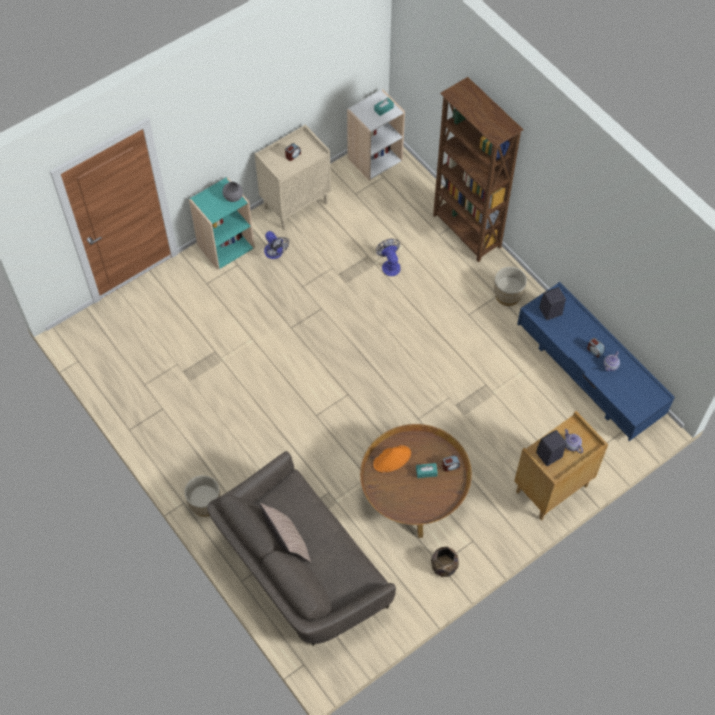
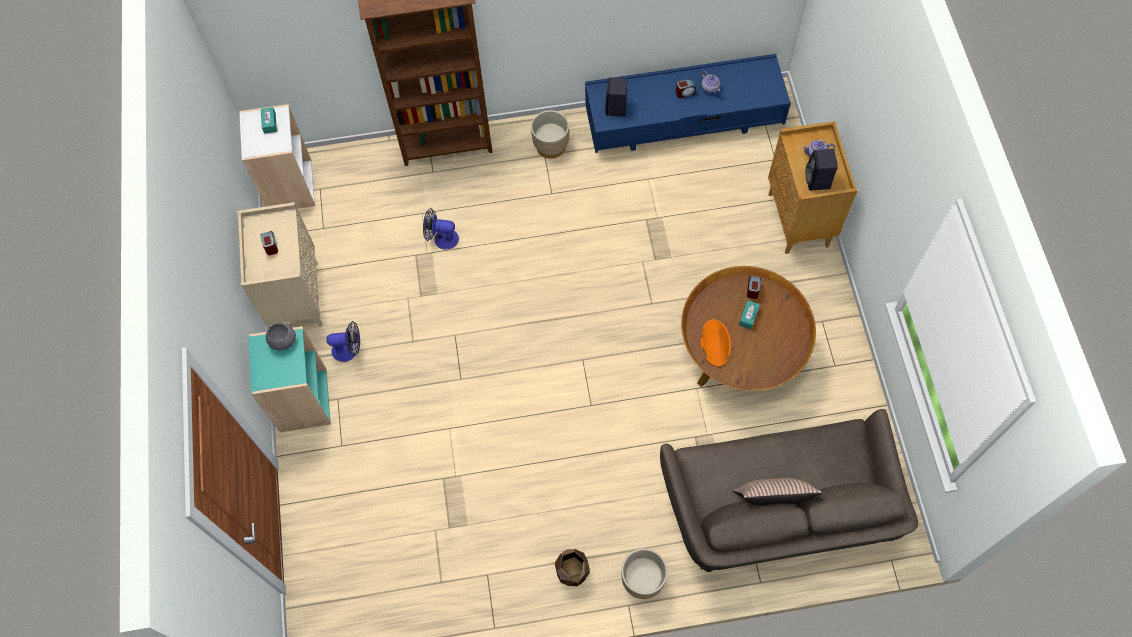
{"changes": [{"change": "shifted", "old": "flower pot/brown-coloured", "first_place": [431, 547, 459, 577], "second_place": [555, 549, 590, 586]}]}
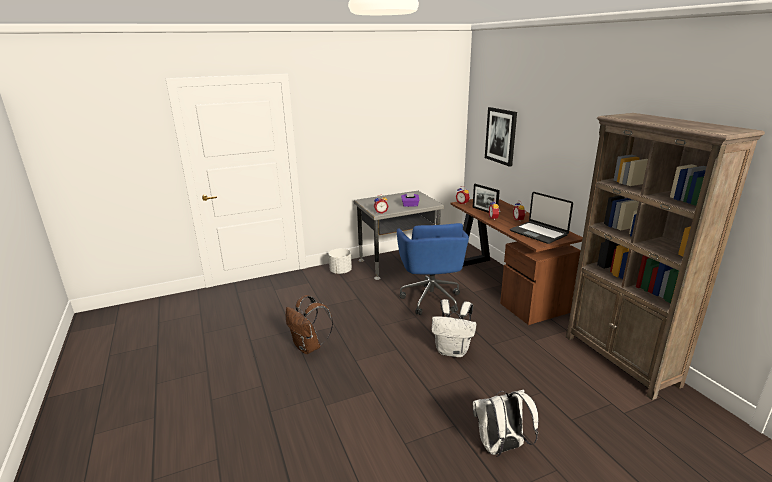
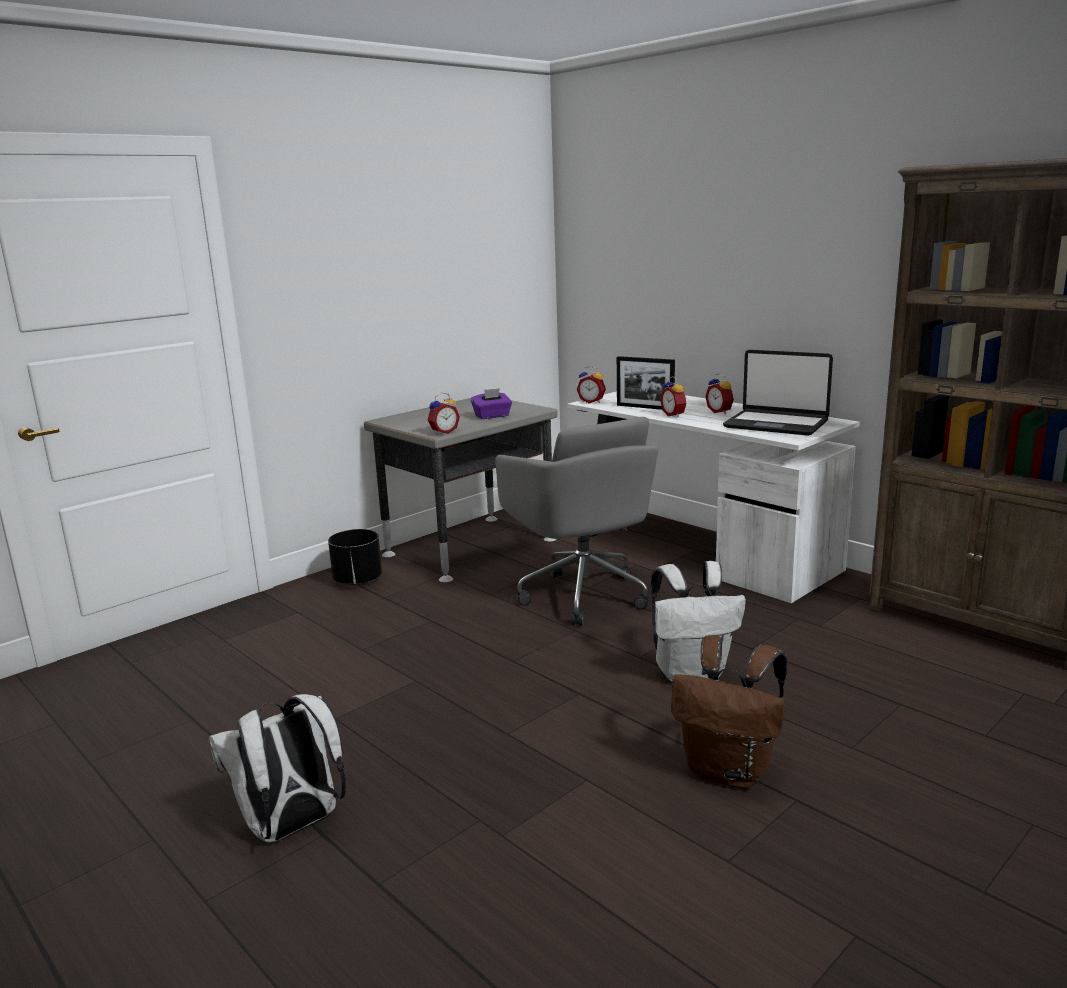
{"changes": [{"change": "gone", "old": "wall art", "first_place": [485, 107, 517, 167]}, {"change": "repainted", "old": "desk table/brown-coloured", "new": "desk table/whitish", "first_place": [451, 199, 583, 325], "second_place": [567, 391, 860, 603]}, {"change": "repainted", "old": "office chair/bluish", "new": "office chair/grey", "first_place": [397, 223, 469, 315], "second_place": [495, 417, 659, 626]}, {"change": "repainted", "old": "flower pot/whitish", "new": "flower pot/blackish", "first_place": [329, 248, 352, 274], "second_place": [328, 529, 382, 585]}, {"change": "shifted", "old": "backpack/brown-coloured", "first_place": [286, 295, 333, 354], "second_place": [671, 635, 787, 789]}, {"change": "shifted", "old": "backpack/whitish", "first_place": [473, 389, 538, 456], "second_place": [209, 694, 346, 842]}]}
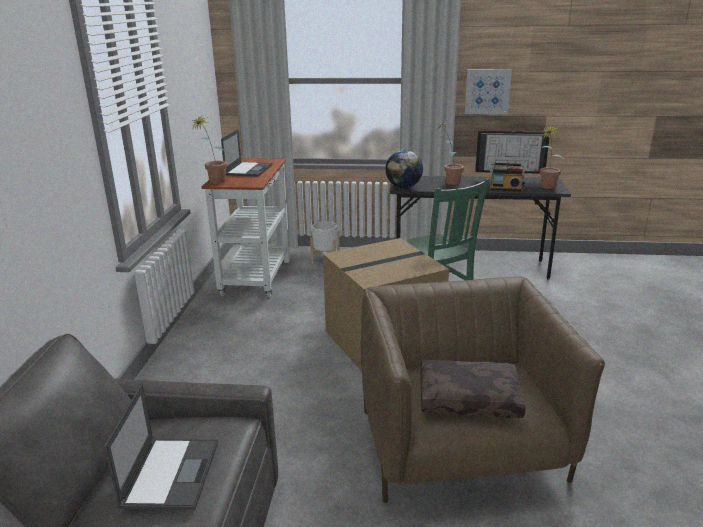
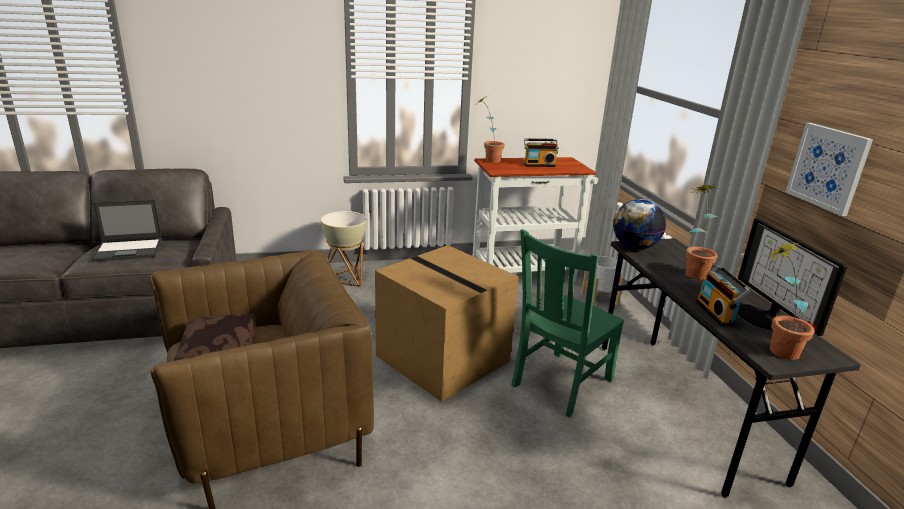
{"changes": [{"change": "swapped", "old": "laptop", "new": "radio set", "first_place": [221, 129, 272, 177], "second_place": [524, 138, 559, 167]}, {"change": "new", "new": "flower pot", "second_place": [320, 211, 367, 287]}]}
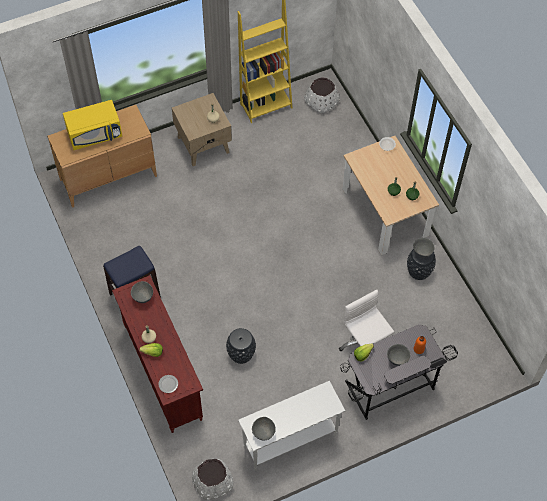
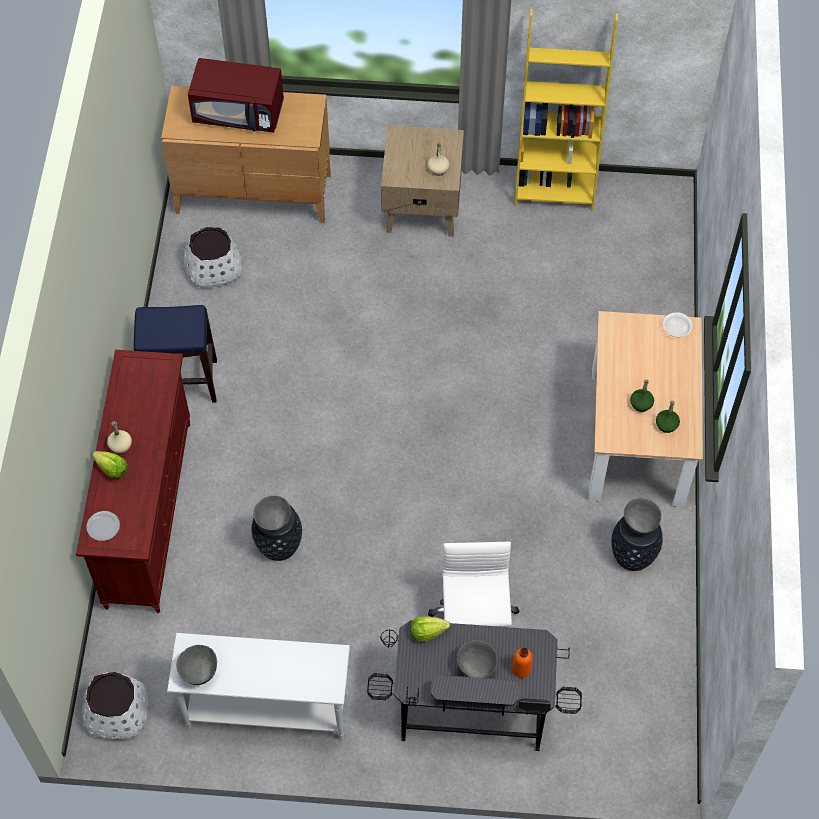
{"changes": [{"change": "shifted", "old": "flower pot/whitish", "first_place": [304, 77, 340, 113], "second_place": [184, 227, 242, 288]}, {"change": "repainted", "old": "microwave oven/yellow", "new": "microwave oven/red", "first_place": [63, 100, 122, 150], "second_place": [188, 58, 284, 133]}, {"change": "shifted", "old": "serving bowl/grey", "first_place": [131, 281, 153, 303], "second_place": [253, 496, 291, 532]}]}
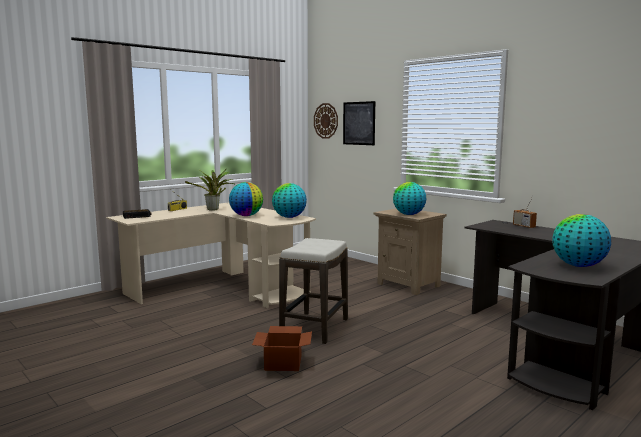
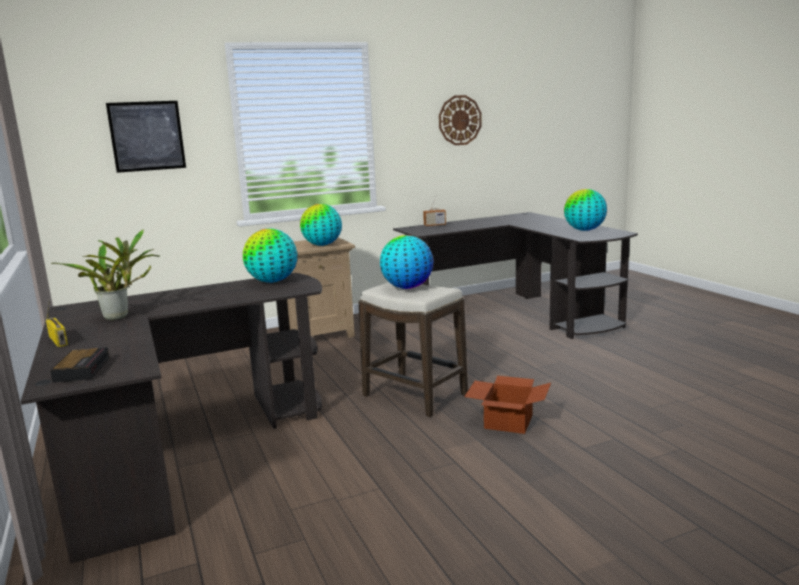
{"changes": [{"change": "shifted", "old": "hanging clock", "first_place": [314, 103, 338, 139], "second_place": [439, 95, 482, 145]}, {"change": "shifted", "old": "world globe", "first_place": [229, 182, 263, 216], "second_place": [380, 235, 433, 289]}, {"change": "repainted", "old": "desk table/beige", "new": "desk table/blackish", "first_place": [106, 203, 316, 308], "second_place": [21, 273, 322, 564]}]}
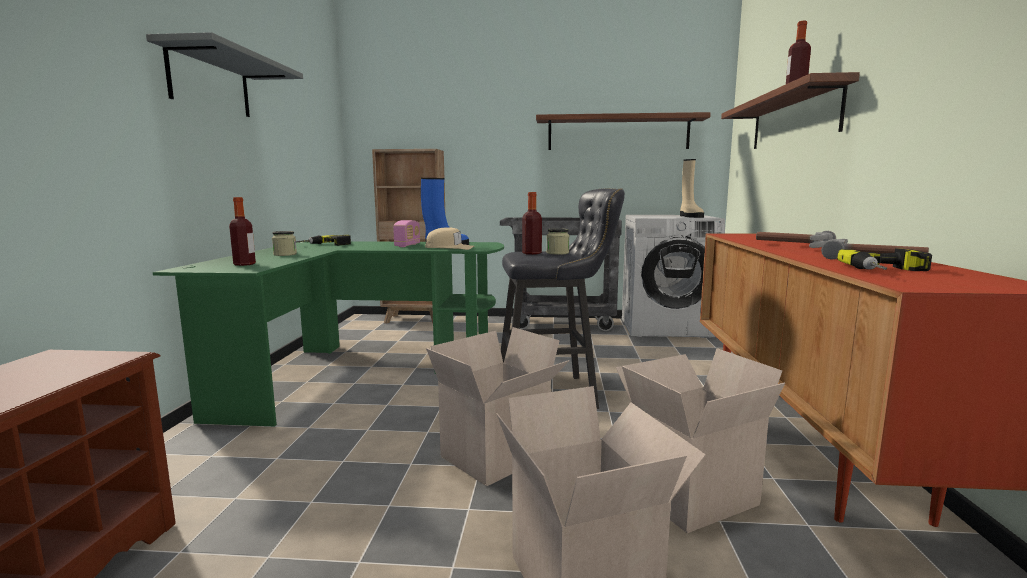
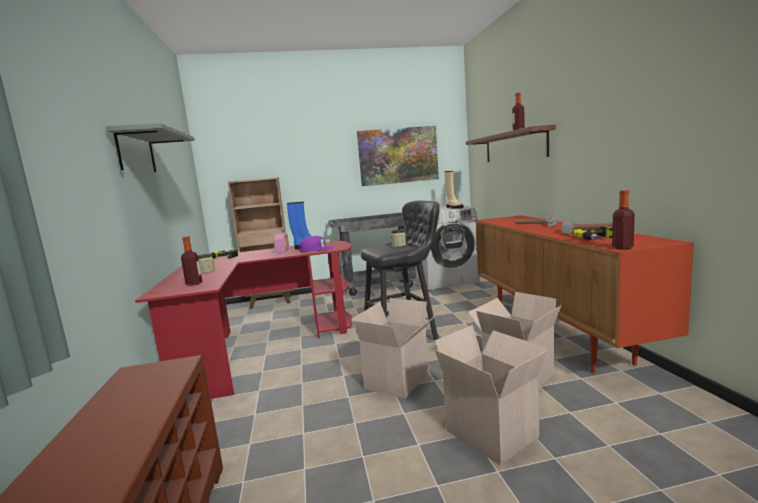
{"changes": [{"change": "swapped", "old": "wall shelf", "new": "wall art", "first_place": [536, 112, 711, 150], "second_place": [357, 126, 439, 186]}, {"change": "shifted", "old": "drink bottle", "first_place": [522, 192, 542, 255], "second_place": [612, 190, 635, 250]}, {"change": "repainted", "old": "cap/beige", "new": "cap/purple", "first_place": [425, 227, 475, 250], "second_place": [300, 236, 333, 252]}, {"change": "repainted", "old": "desk table/green-coloured", "new": "desk table/red", "first_place": [153, 241, 504, 426], "second_place": [135, 241, 352, 399]}]}
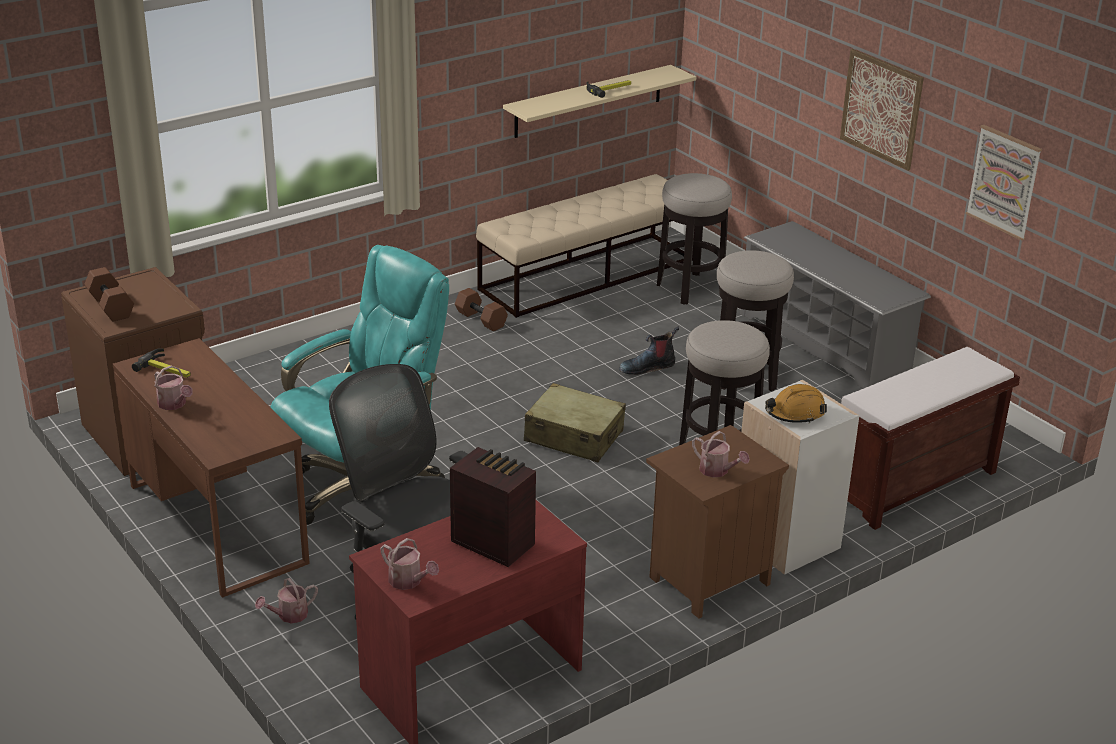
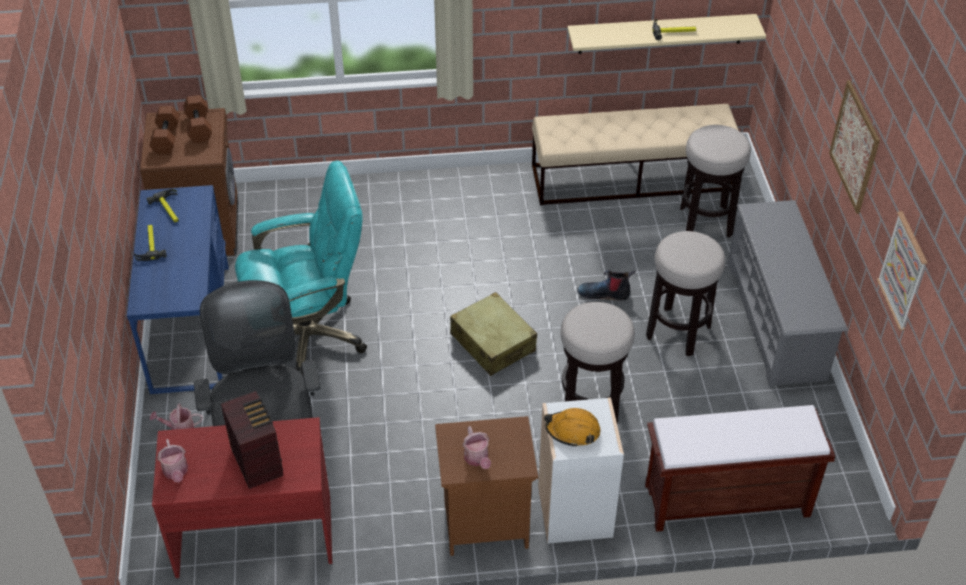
{"changes": [{"change": "shifted", "old": "free weight/brown-coloured", "first_place": [455, 288, 508, 331], "second_place": [183, 95, 212, 143]}, {"change": "repainted", "old": "desk table/brown-coloured", "new": "desk table/bluish", "first_place": [113, 338, 310, 598], "second_place": [127, 185, 229, 394]}, {"change": "swapped", "old": "watering can", "new": "hammer", "first_place": [154, 366, 193, 410], "second_place": [134, 225, 167, 261]}]}
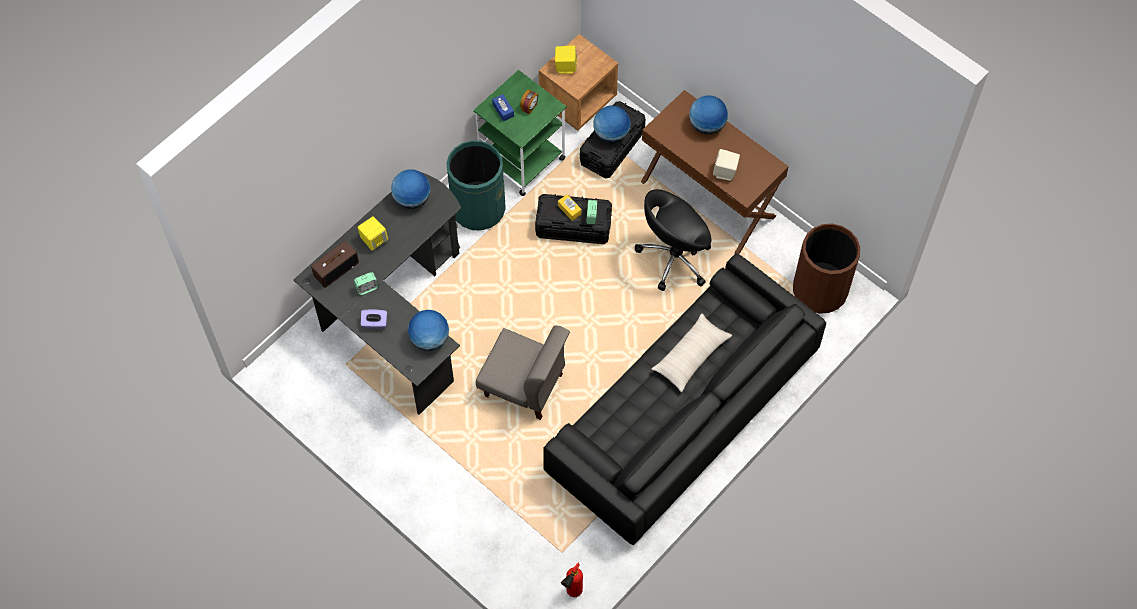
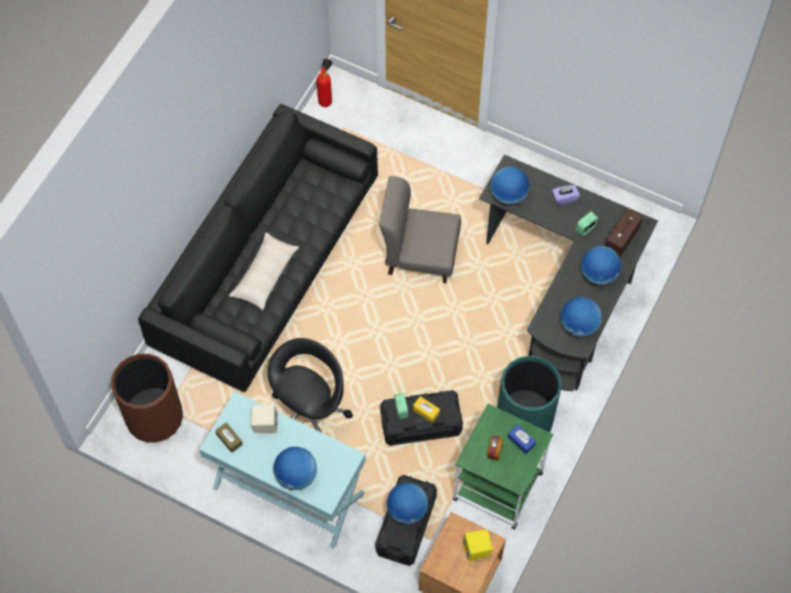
{"changes": [{"change": "repainted", "old": "desk table/brown-coloured", "new": "desk table/blue-green", "first_place": [641, 90, 789, 254], "second_place": [199, 391, 366, 549]}, {"change": "swapped", "old": "speaker/yellow", "new": "world globe", "first_place": [358, 216, 388, 250], "second_place": [580, 246, 622, 286]}, {"change": "new", "new": "tissue holder/brown-coloured", "second_place": [215, 422, 243, 453]}]}
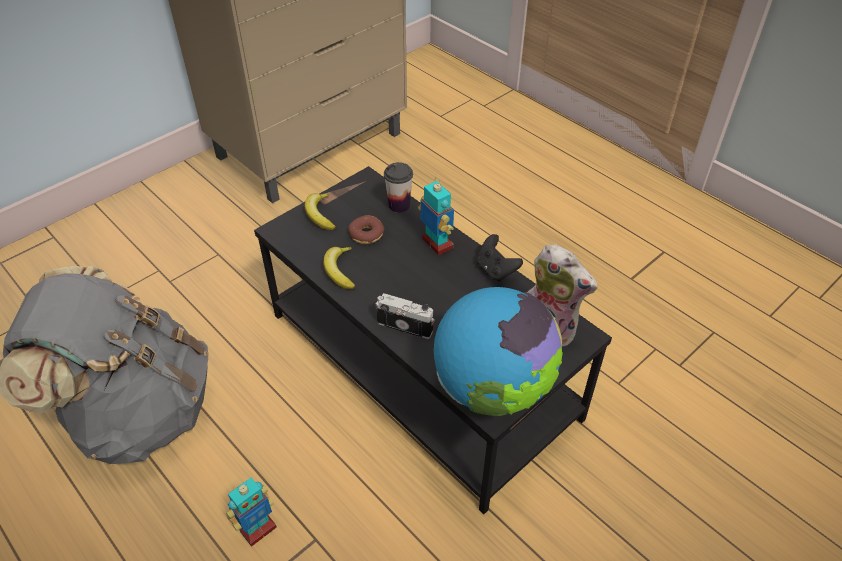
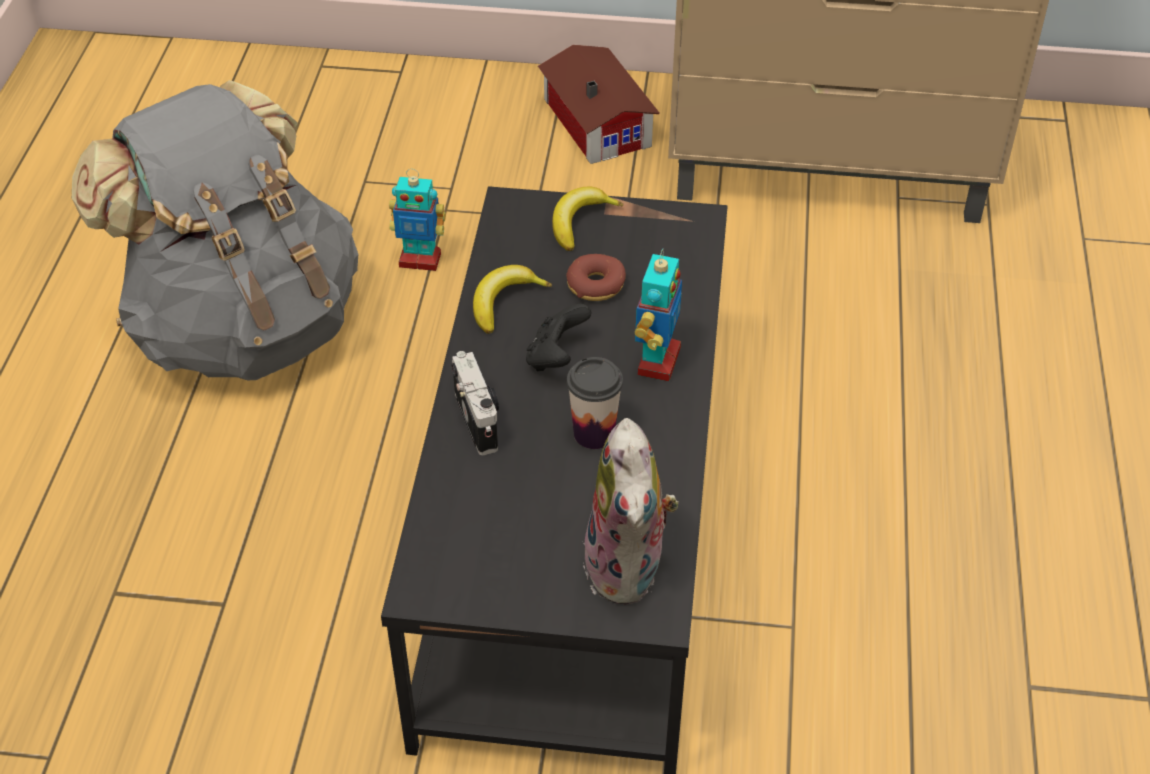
{"changes": [{"change": "shifted", "old": "drinking cup", "first_place": [384, 162, 413, 213], "second_place": [567, 357, 623, 449]}, {"change": "shifted", "old": "game controller/blackish", "first_place": [477, 234, 523, 281], "second_place": [526, 304, 591, 372]}, {"change": "gone", "old": "world globe", "first_place": [434, 287, 563, 416]}, {"change": "shifted", "old": "robot figure", "first_place": [226, 478, 277, 547], "second_place": [389, 169, 446, 271]}, {"change": "new", "new": "toy house", "second_place": [538, 44, 660, 164]}]}
